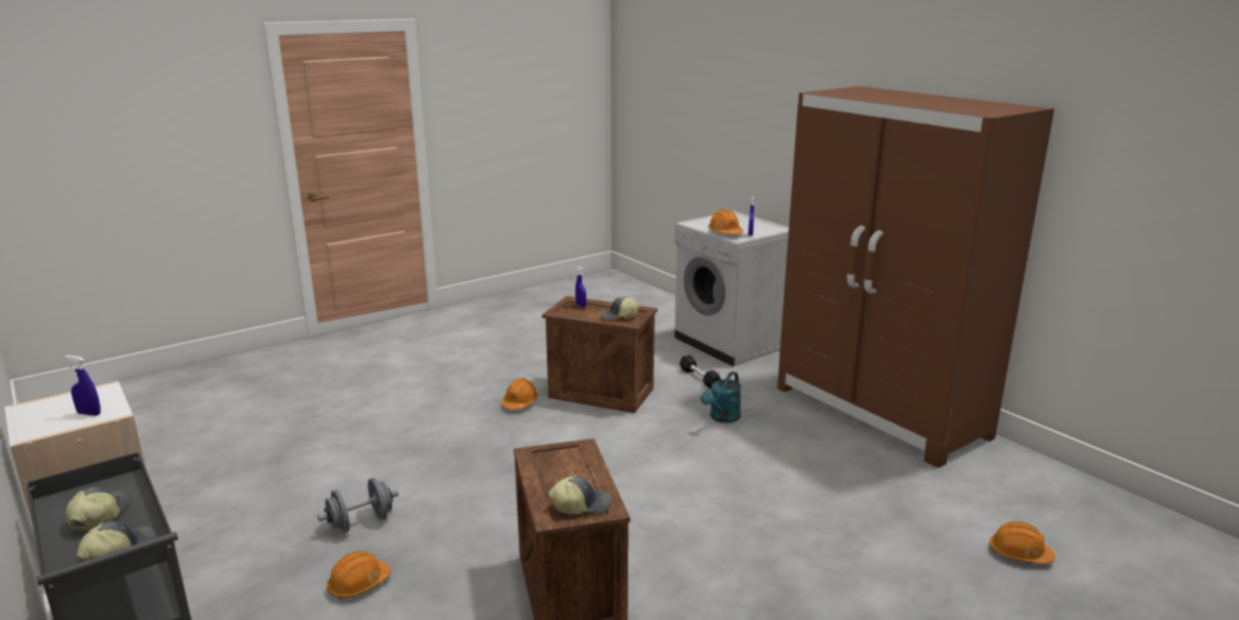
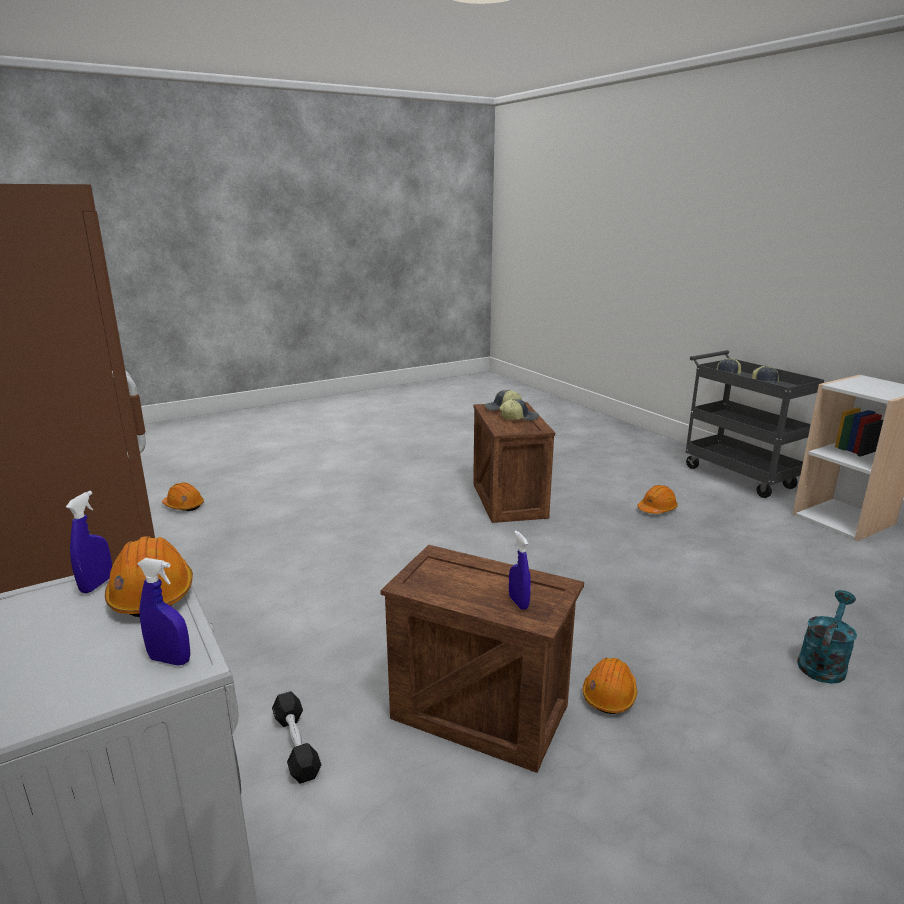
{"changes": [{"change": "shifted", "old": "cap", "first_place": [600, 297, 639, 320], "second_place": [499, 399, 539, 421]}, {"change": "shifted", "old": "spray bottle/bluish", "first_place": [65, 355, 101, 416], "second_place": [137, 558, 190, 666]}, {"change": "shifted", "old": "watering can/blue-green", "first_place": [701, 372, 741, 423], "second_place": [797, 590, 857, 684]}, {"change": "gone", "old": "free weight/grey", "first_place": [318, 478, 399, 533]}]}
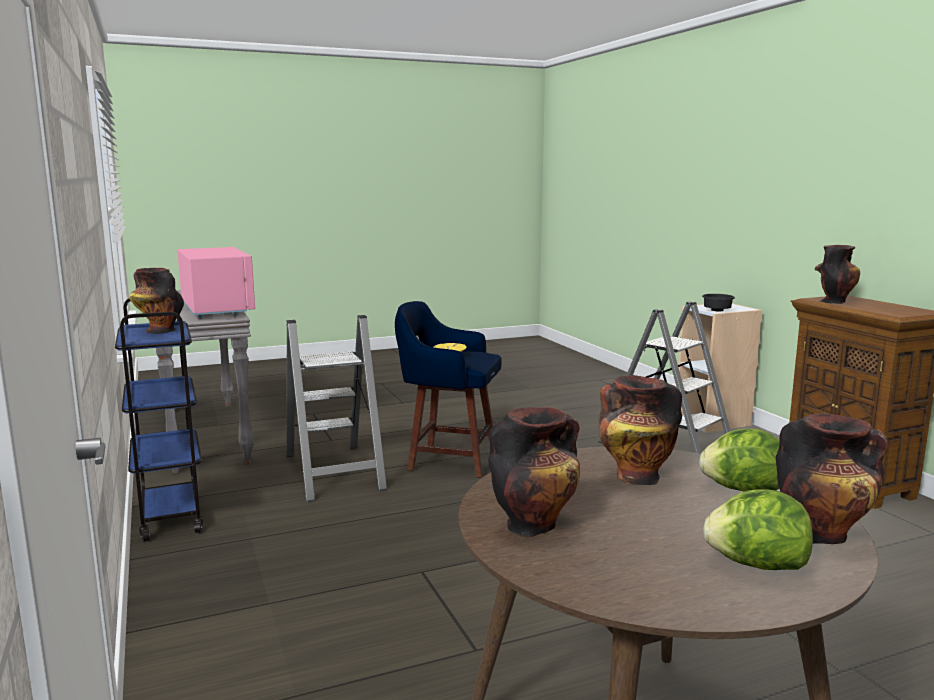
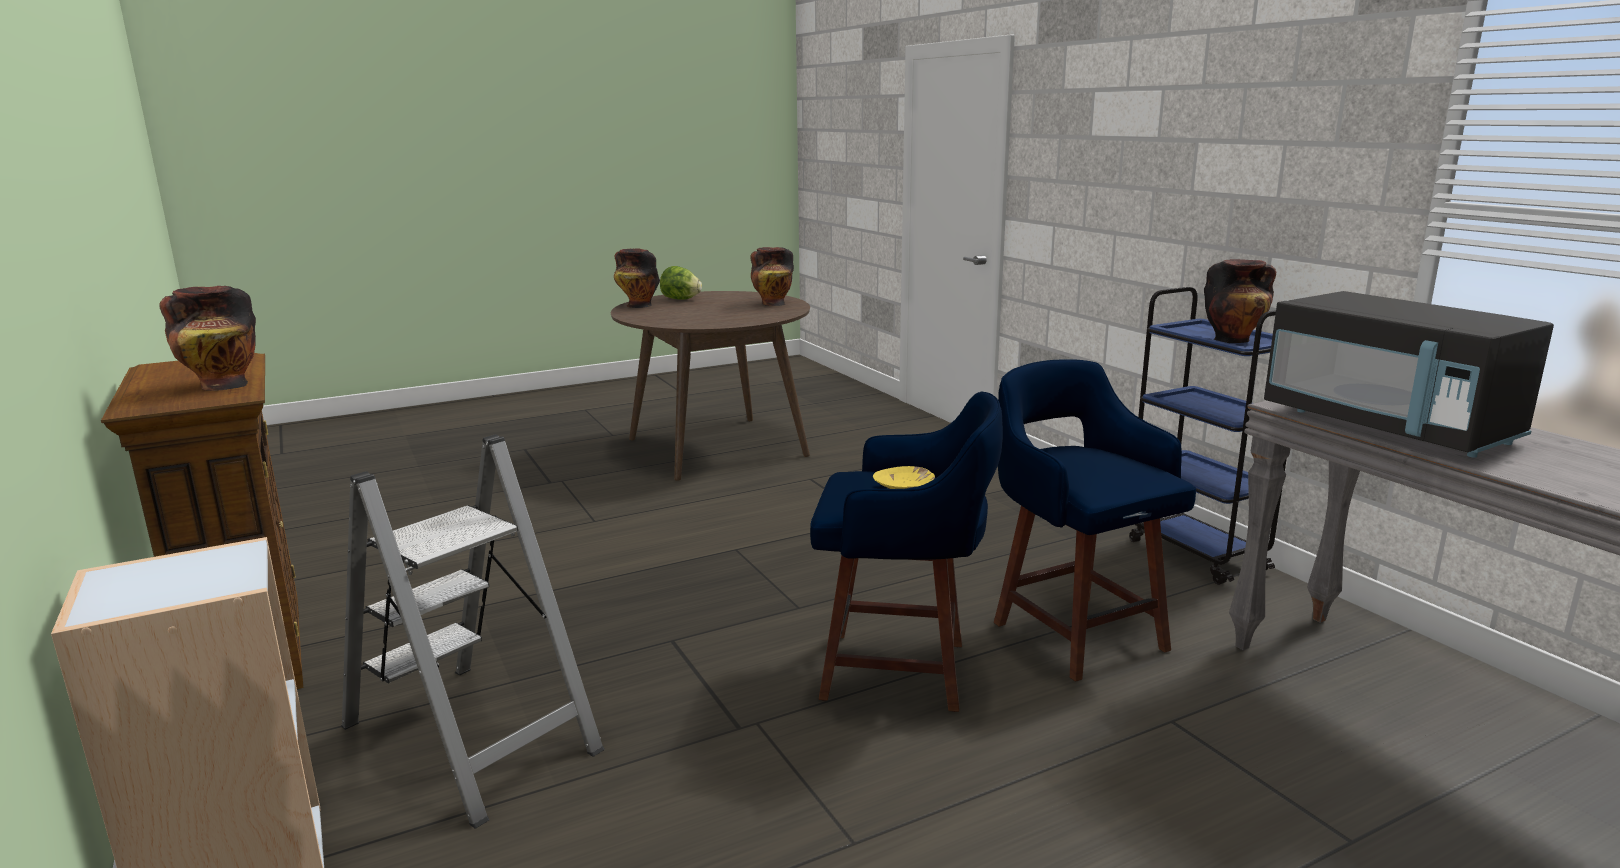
{"changes": [{"change": "repainted", "old": "microwave oven/pink", "new": "microwave oven/blackish", "first_place": [177, 247, 255, 319], "second_place": [1264, 291, 1554, 458]}, {"change": "gone", "old": "serving bowl/blackish", "first_place": [702, 294, 735, 311]}, {"change": "swapped", "old": "stepladder/grey", "new": "sitting stool/bluish", "first_place": [286, 315, 387, 503], "second_place": [994, 360, 1196, 682]}, {"change": "gone", "old": "vase", "first_place": [599, 375, 682, 485]}, {"change": "gone", "old": "head of lettuce", "first_place": [699, 428, 779, 492]}]}
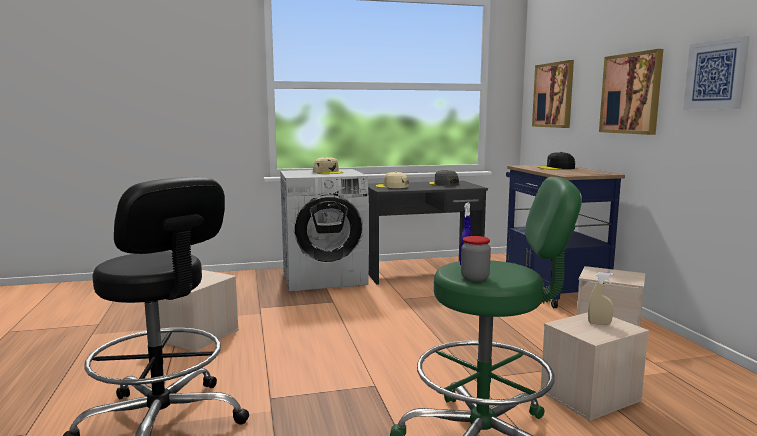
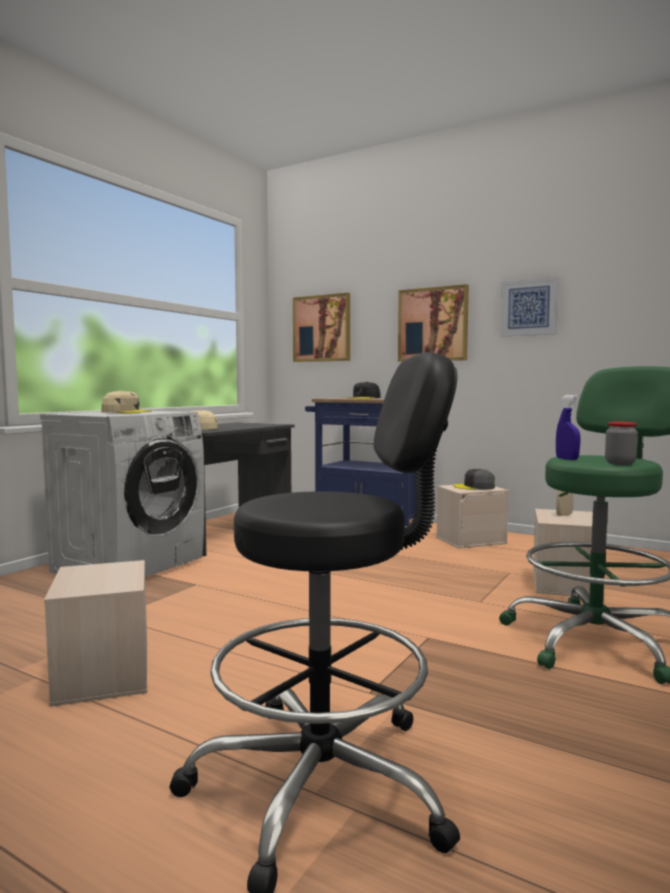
{"changes": [{"change": "shifted", "old": "cap/grey", "first_place": [429, 170, 459, 186], "second_place": [453, 469, 495, 490]}]}
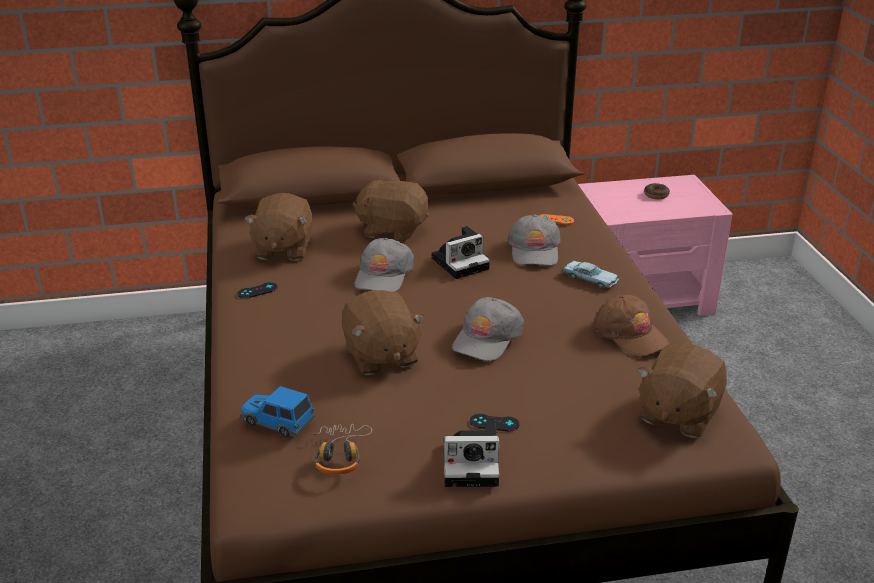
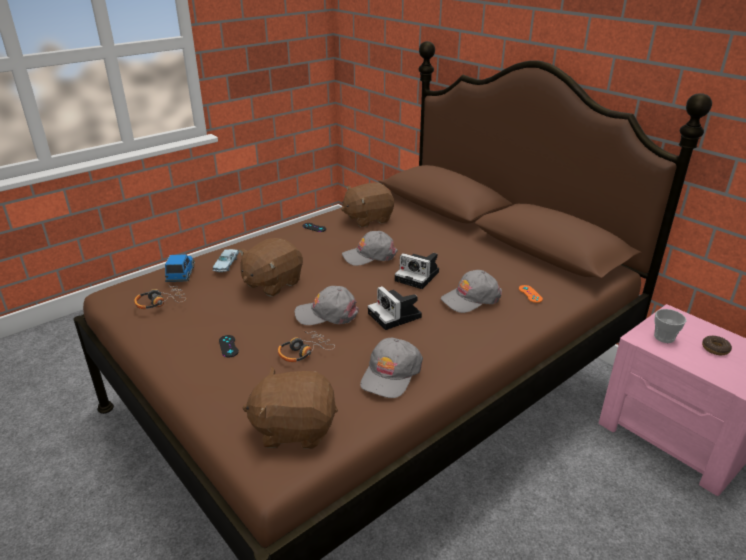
{"changes": [{"change": "gone", "old": "soft toy/brown-coloured", "first_place": [353, 176, 429, 242]}, {"change": "shifted", "old": "model car/bluish", "first_place": [562, 261, 620, 289], "second_place": [212, 249, 239, 272]}, {"change": "repainted", "old": "cap/brown-coloured", "new": "cap/grey", "first_place": [594, 295, 670, 357], "second_place": [360, 338, 423, 398]}, {"change": "shifted", "old": "still camera", "first_place": [444, 417, 500, 487], "second_place": [368, 286, 422, 330]}, {"change": "new", "new": "drinking cup", "second_place": [654, 309, 686, 343]}, {"change": "new", "new": "headphones", "second_place": [278, 330, 335, 362]}]}
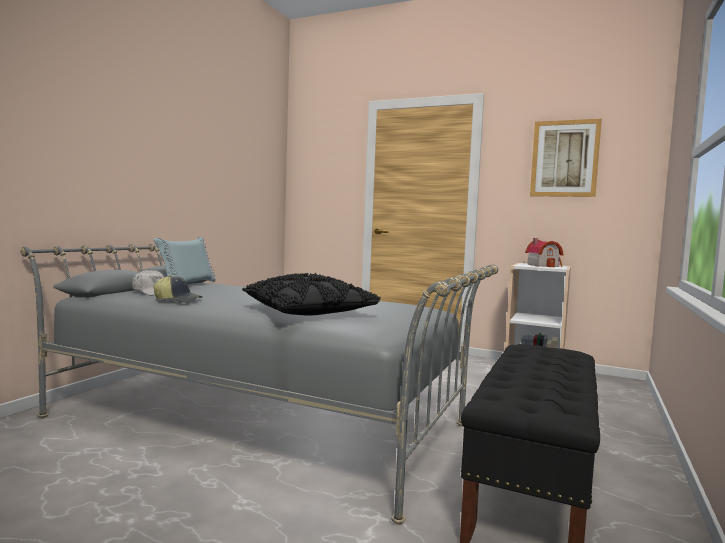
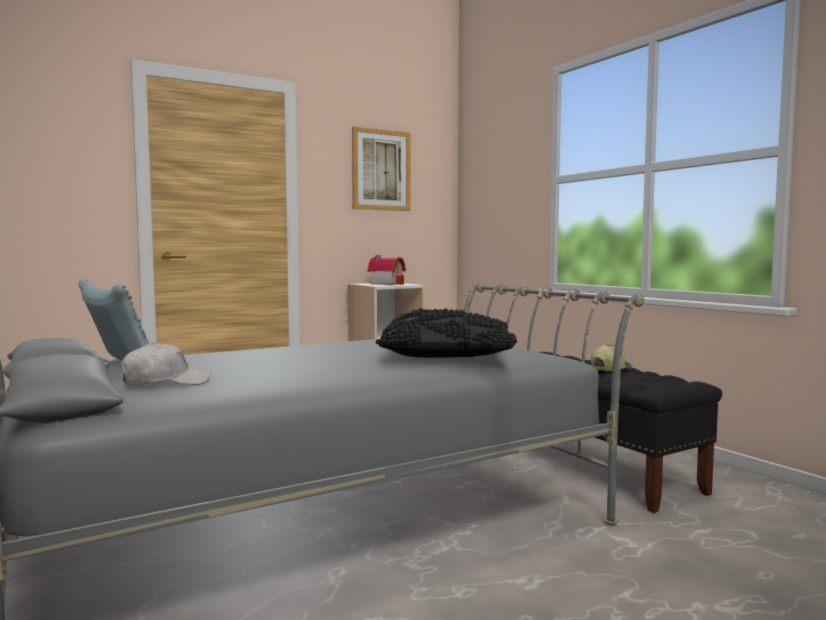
{"changes": [{"change": "shifted", "old": "cap", "first_place": [153, 275, 202, 303], "second_place": [591, 344, 632, 371]}]}
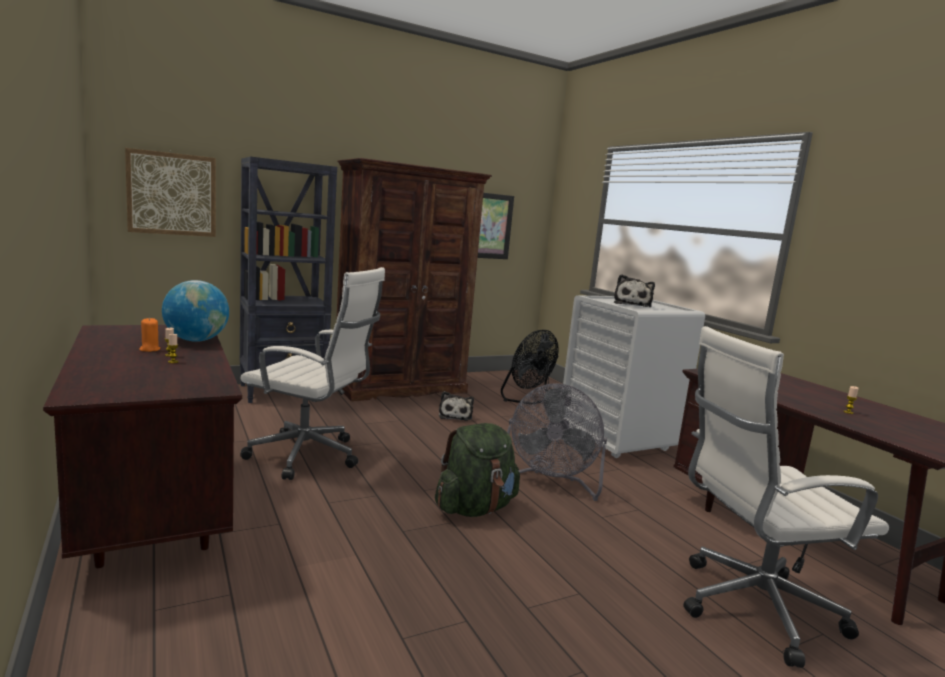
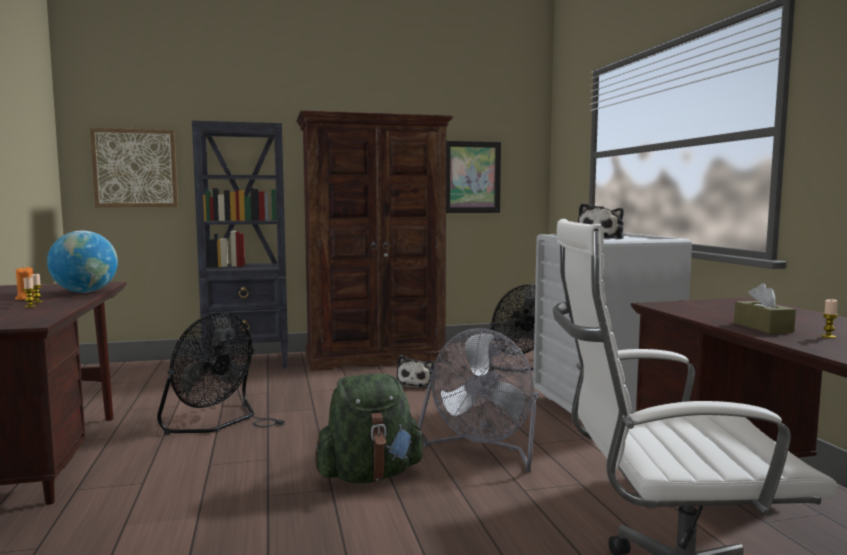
{"changes": [{"change": "swapped", "old": "office chair/whitish", "new": "electric fan/blackish", "first_place": [240, 267, 385, 480], "second_place": [157, 312, 285, 435]}, {"change": "new", "new": "tissue holder/brown-coloured", "second_place": [734, 283, 796, 334]}]}
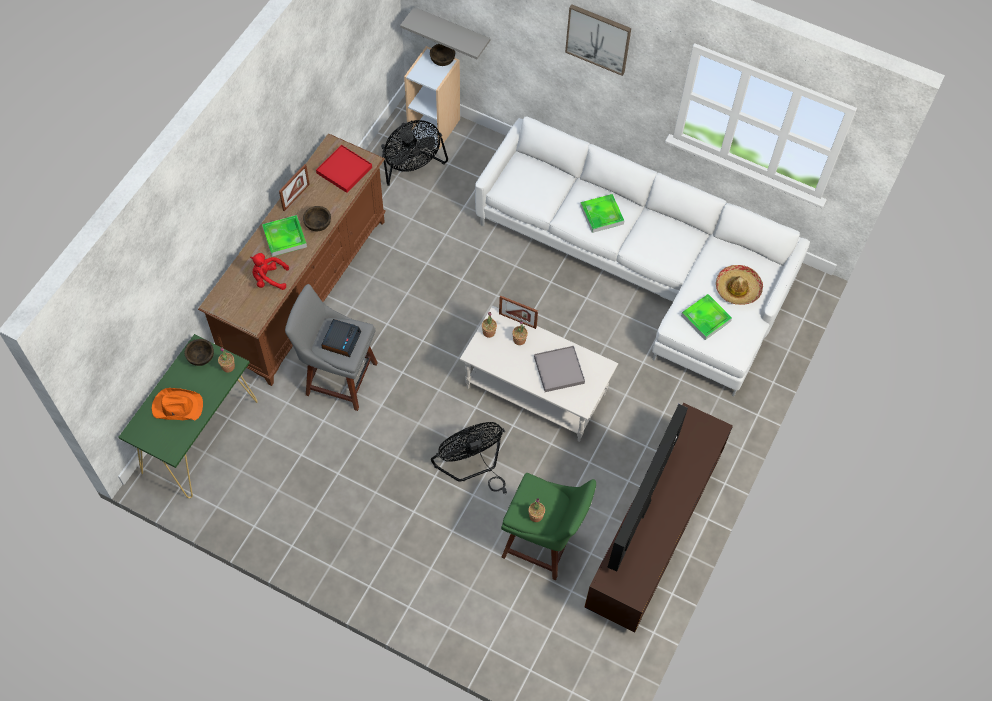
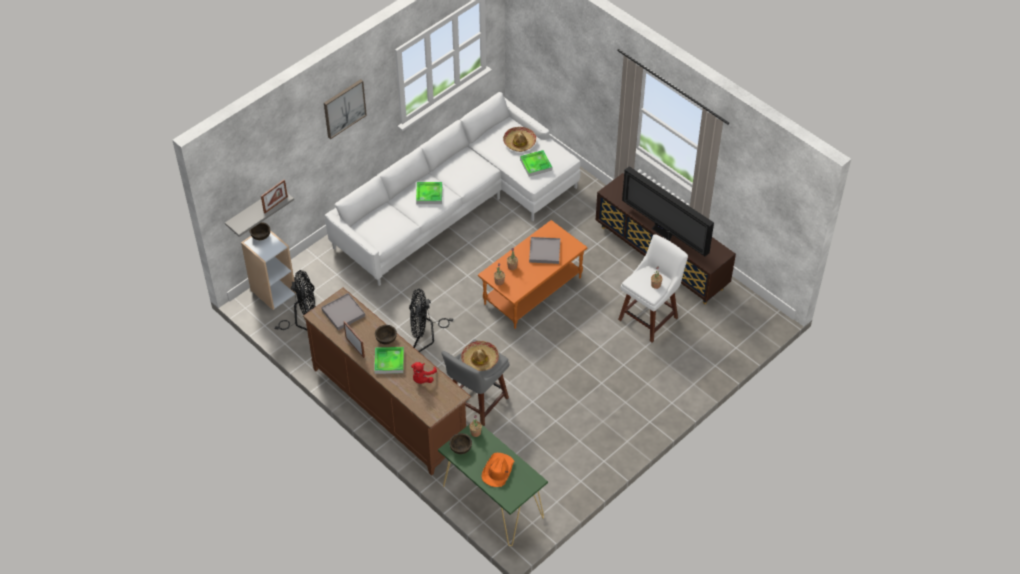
{"changes": [{"change": "repainted", "old": "tray/red", "new": "tray/grey", "first_place": [316, 145, 372, 193], "second_place": [321, 293, 365, 331]}, {"change": "shifted", "old": "picture frame", "first_place": [499, 295, 538, 329], "second_place": [261, 179, 288, 213]}, {"change": "repainted", "old": "coffee table/whitish", "new": "coffee table/orange", "first_place": [460, 305, 618, 442], "second_place": [478, 220, 588, 329]}, {"change": "swapped", "old": "alarm clock", "new": "hat", "first_place": [321, 319, 361, 357], "second_place": [461, 341, 499, 371]}, {"change": "shifted", "old": "electric fan/blackish", "first_place": [431, 422, 507, 494], "second_place": [409, 289, 454, 352]}, {"change": "repainted", "old": "sitting stool/green-coloured", "new": "sitting stool/whitish", "first_place": [501, 473, 596, 580], "second_place": [618, 234, 688, 342]}]}
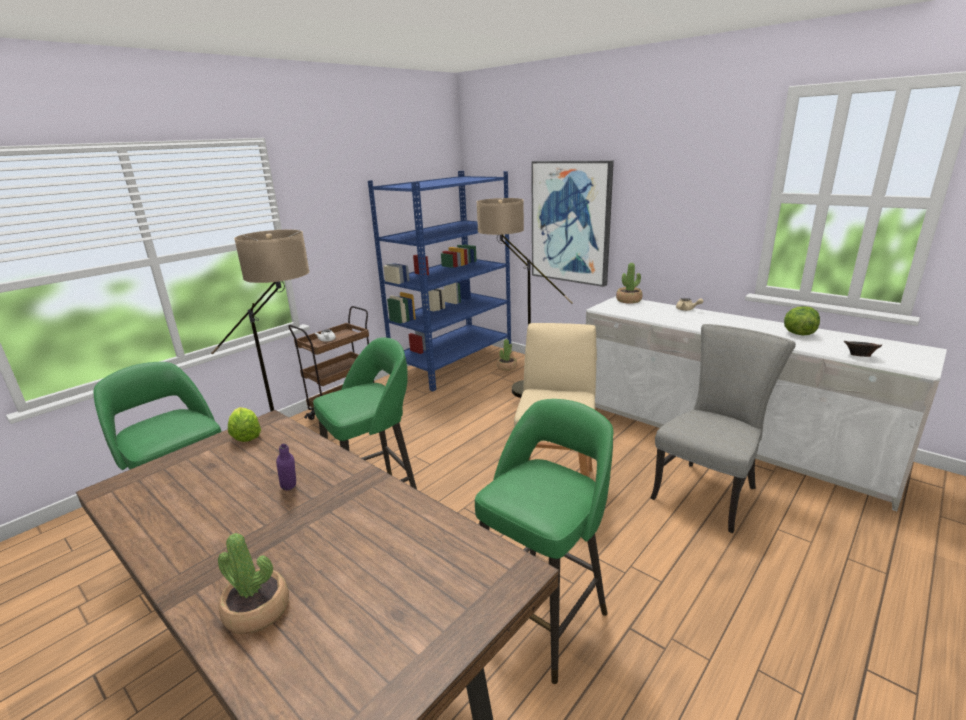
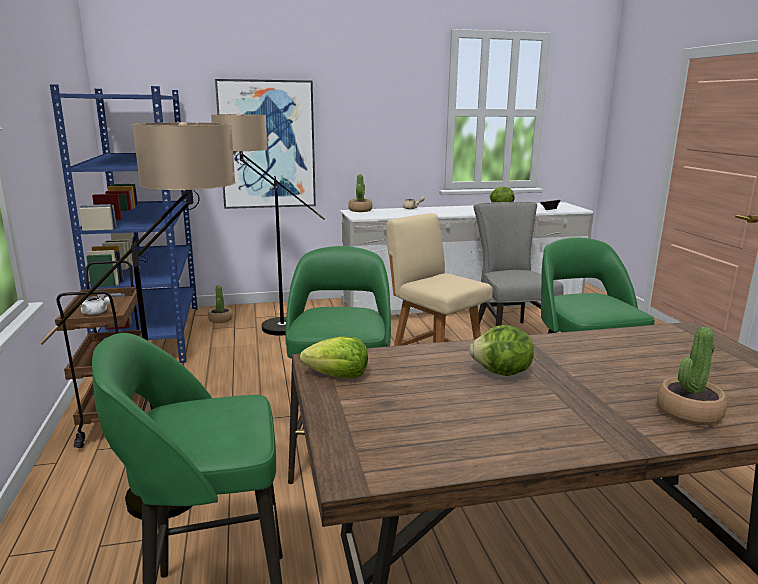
{"changes": [{"change": "swapped", "old": "drink bottle/purple", "new": "head of lettuce", "first_place": [276, 444, 296, 490], "second_place": [469, 325, 534, 376]}]}
